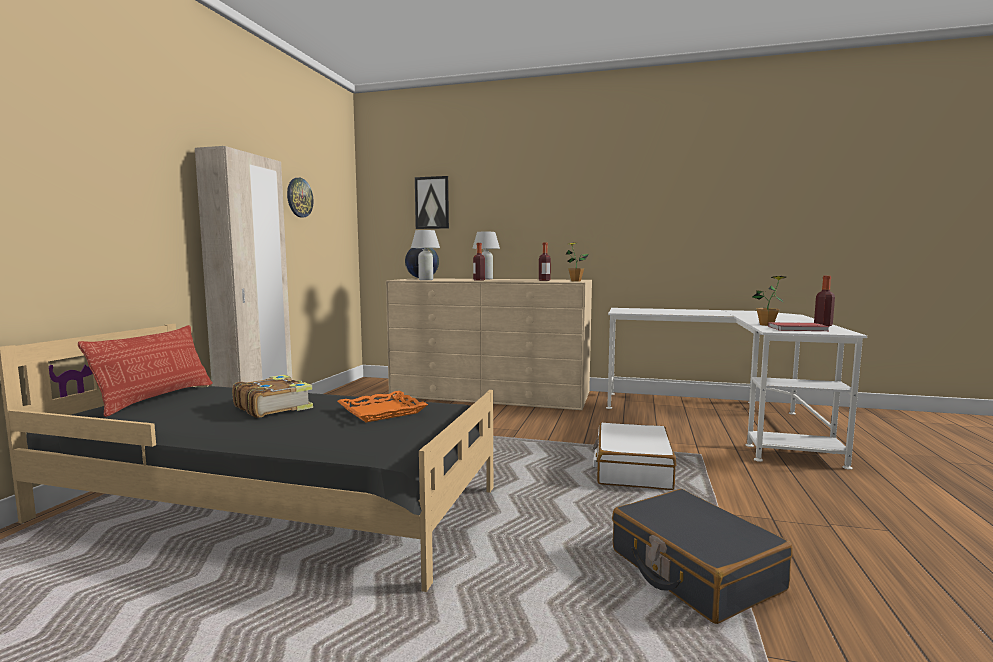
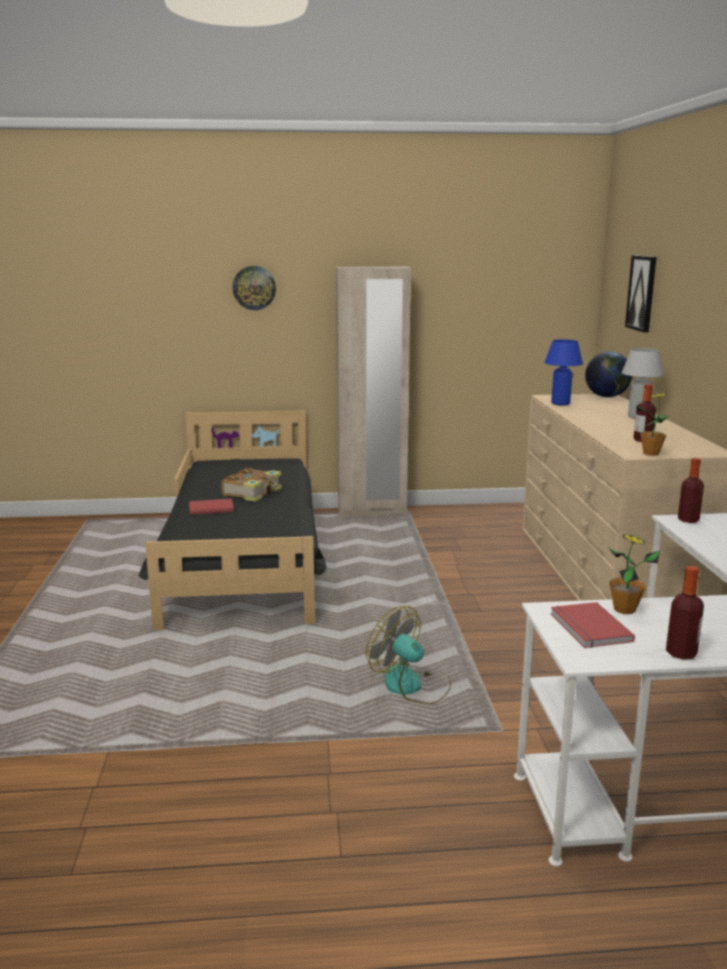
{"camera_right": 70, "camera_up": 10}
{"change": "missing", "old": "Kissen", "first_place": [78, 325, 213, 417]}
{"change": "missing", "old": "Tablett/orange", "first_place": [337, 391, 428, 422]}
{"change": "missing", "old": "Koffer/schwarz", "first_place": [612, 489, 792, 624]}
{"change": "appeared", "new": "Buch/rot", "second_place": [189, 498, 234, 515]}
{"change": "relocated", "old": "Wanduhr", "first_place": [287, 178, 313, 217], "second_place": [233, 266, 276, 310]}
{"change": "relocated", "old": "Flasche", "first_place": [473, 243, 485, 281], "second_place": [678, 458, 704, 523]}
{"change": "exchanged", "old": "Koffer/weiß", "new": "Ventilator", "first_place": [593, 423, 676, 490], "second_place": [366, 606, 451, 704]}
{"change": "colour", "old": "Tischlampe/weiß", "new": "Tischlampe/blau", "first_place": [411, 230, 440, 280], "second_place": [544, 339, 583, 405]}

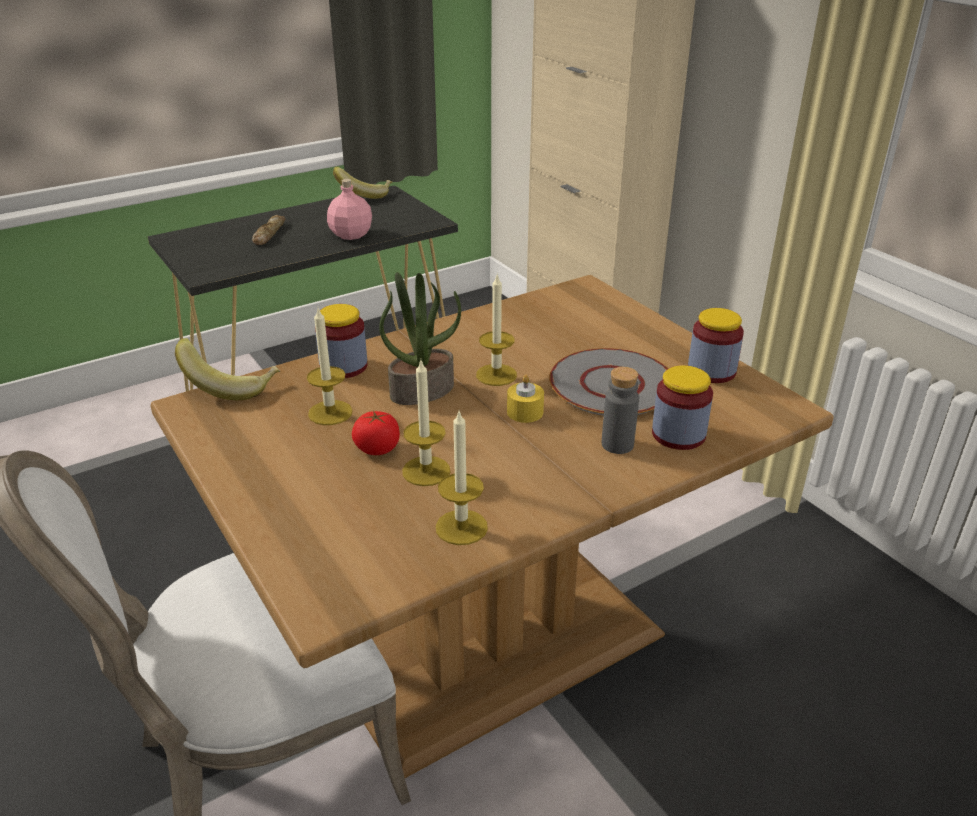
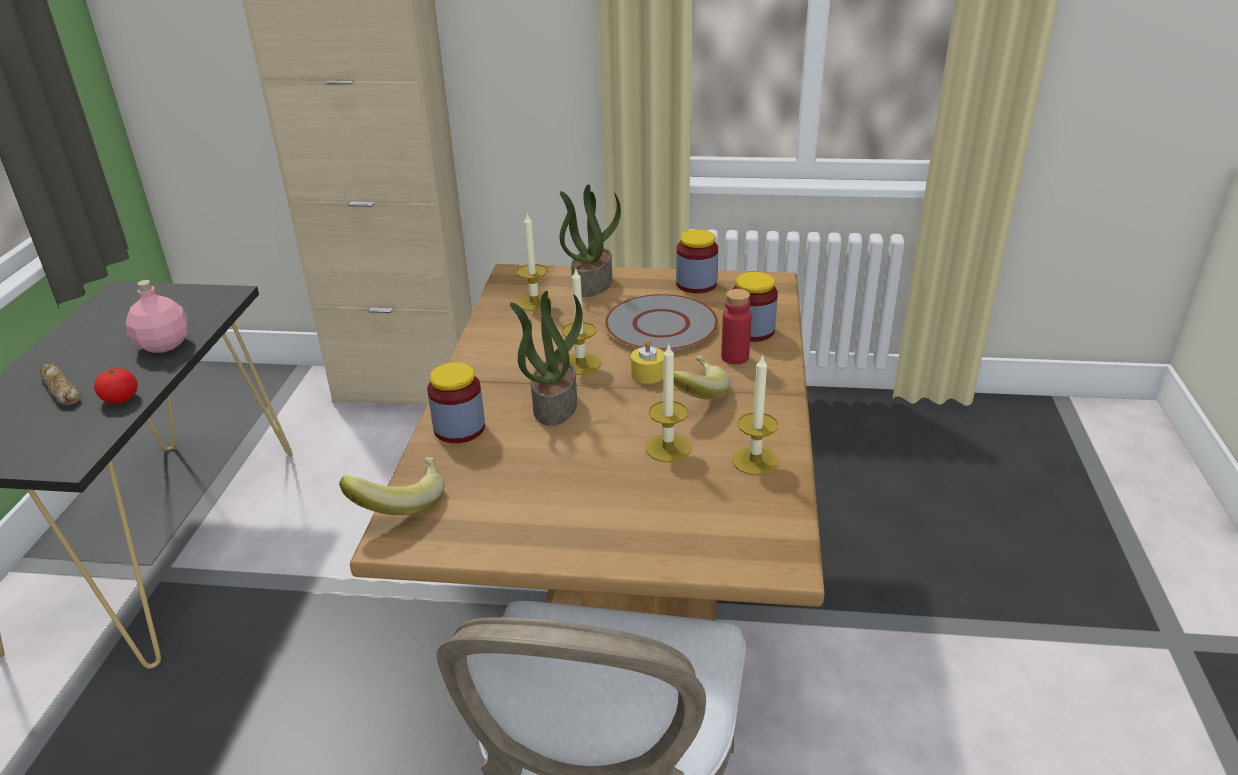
{"camera_right": -50, "camera_up": 0}
{"change": "appeared", "new": "Topfpflanze", "second_place": [560, 184, 621, 297]}
{"change": "relocated", "old": "Kerze", "first_place": [307, 308, 352, 425], "second_place": [517, 214, 552, 311]}
{"change": "relocated", "old": "Banane", "first_place": [333, 167, 392, 199], "second_place": [674, 356, 731, 400]}
{"change": "relocated", "old": "Tomate", "first_place": [352, 411, 400, 455], "second_place": [94, 367, 138, 404]}
{"change": "colour", "old": "Flasche/grau", "new": "Flasche/rot", "first_place": [602, 367, 639, 454], "second_place": [721, 289, 752, 364]}

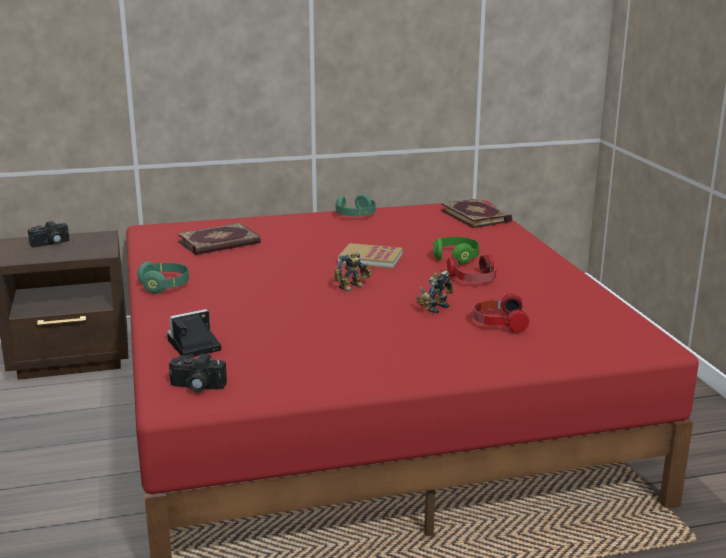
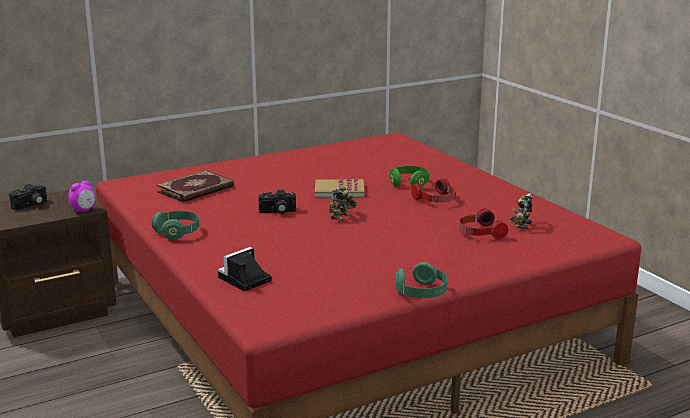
{"camera_right": -15, "camera_up": 0}
{"change": "missing", "old": "Buch", "first_place": [441, 199, 512, 228]}
{"change": "appeared", "new": "Wecker", "second_place": [68, 181, 96, 213]}
{"change": "relocated", "old": "Kamera", "first_place": [169, 354, 227, 393], "second_place": [258, 190, 296, 214]}
{"change": "relocated", "old": "Kopfhörer/grün", "first_place": [335, 194, 376, 216], "second_place": [395, 262, 447, 298]}
{"change": "relocated", "old": "Spielzeugroboter", "first_place": [417, 271, 453, 313], "second_place": [510, 193, 533, 229]}

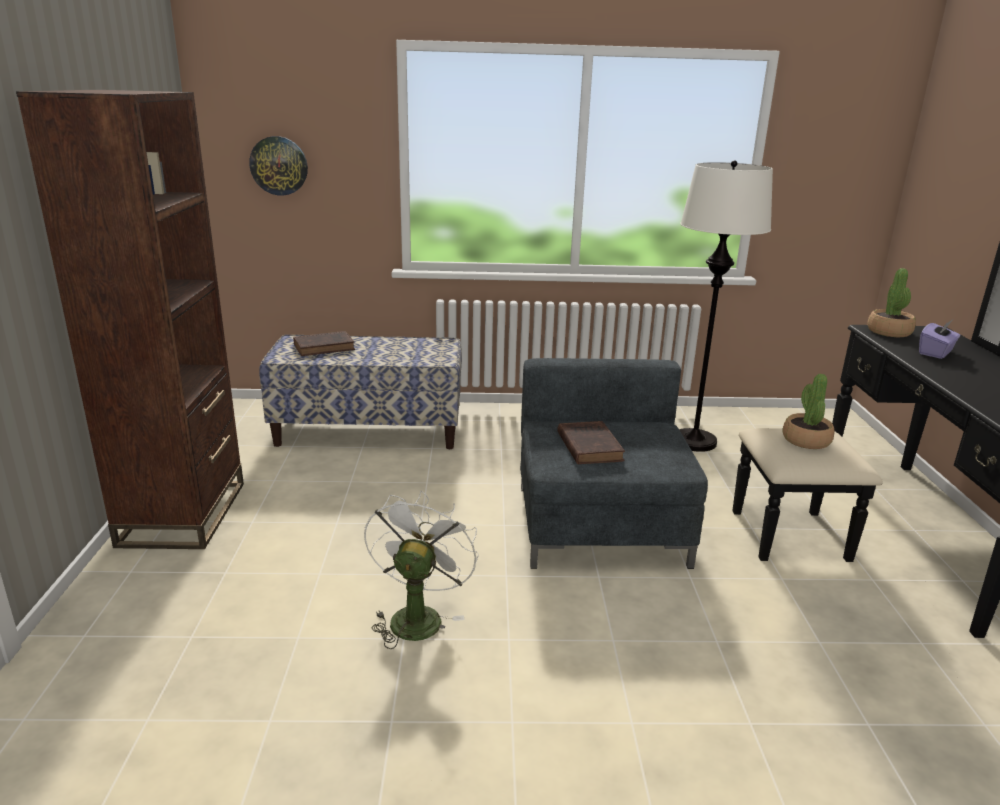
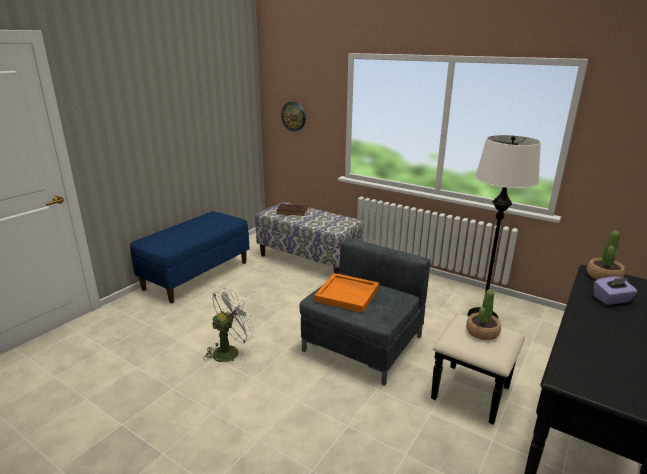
{"camera_right": 35, "camera_up": 0}
{"change": "exchanged", "old": "Bücherregal/braun", "new": "Bank/blau", "first_place": [16, 90, 244, 549], "second_place": [130, 211, 250, 303]}
{"change": "exchanged", "old": "Buch/braun", "new": "Tablett/orange", "first_place": [558, 421, 625, 464], "second_place": [314, 273, 379, 313]}

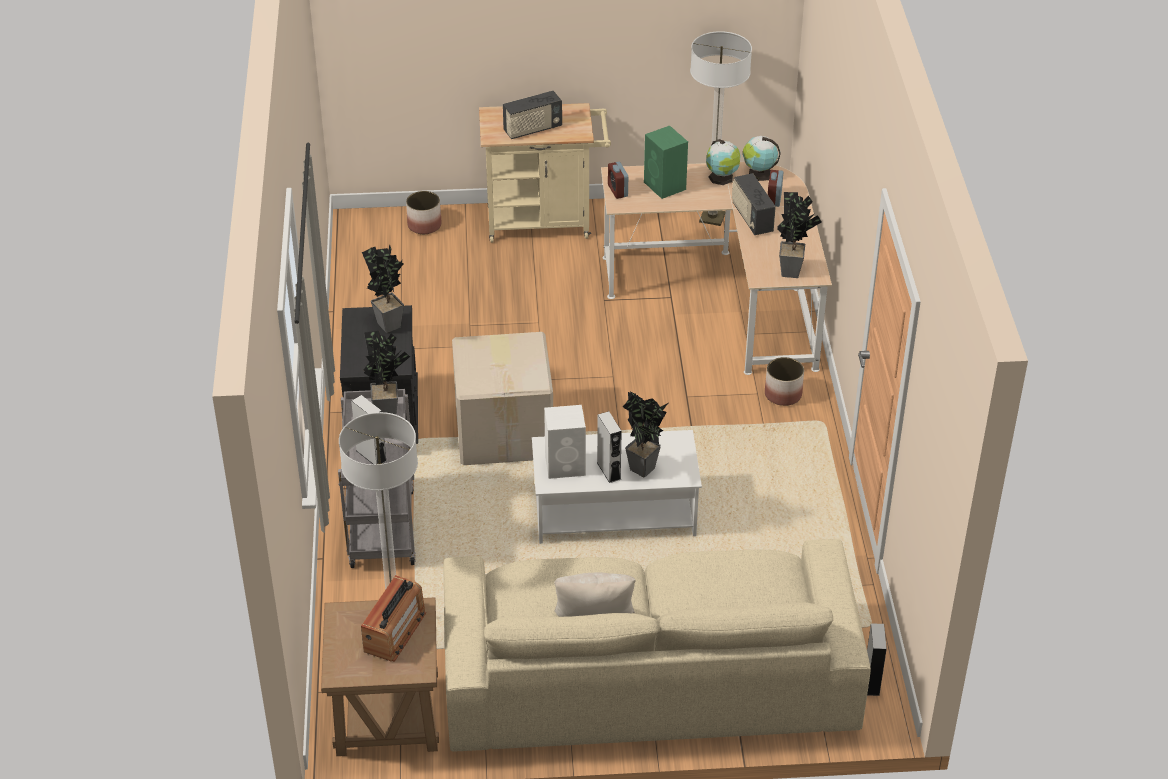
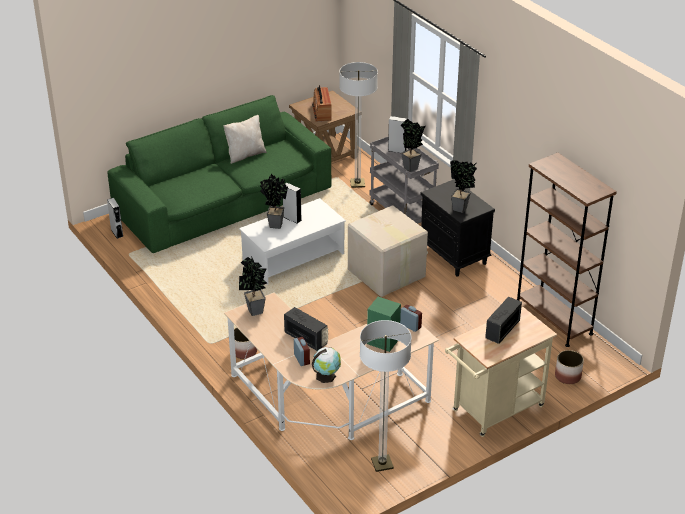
{"camera_right": 150, "camera_up": -5}
{"change": "missing", "old": "Lautsprecher/weiß", "first_place": [544, 405, 586, 479]}
{"change": "missing", "old": "Globus", "first_place": [706, 139, 741, 185]}
{"change": "appeared", "new": "Bücherregal/braun", "second_place": [517, 153, 617, 347]}
{"change": "colour", "old": "Sofa/beige", "new": "Sofa/grün", "first_place": [443, 539, 871, 751], "second_place": [107, 95, 331, 253]}

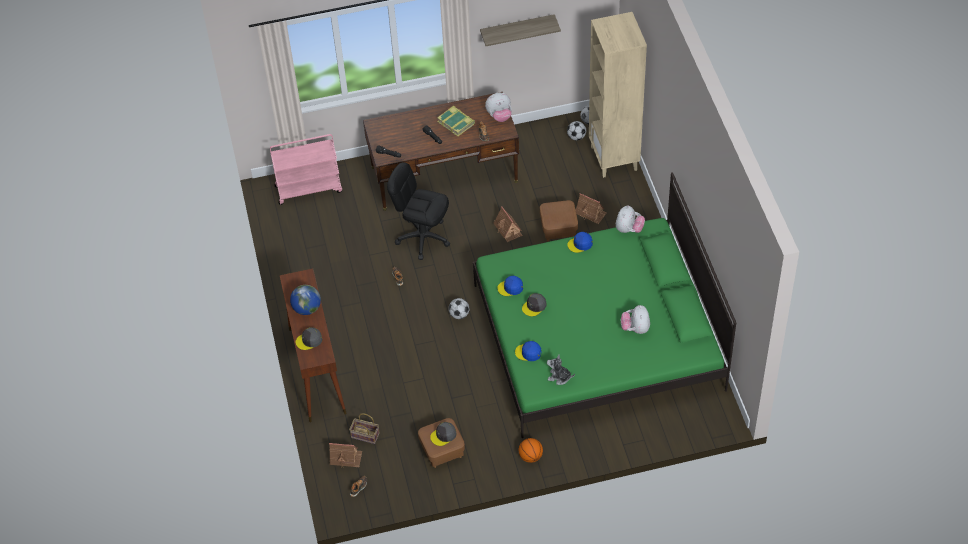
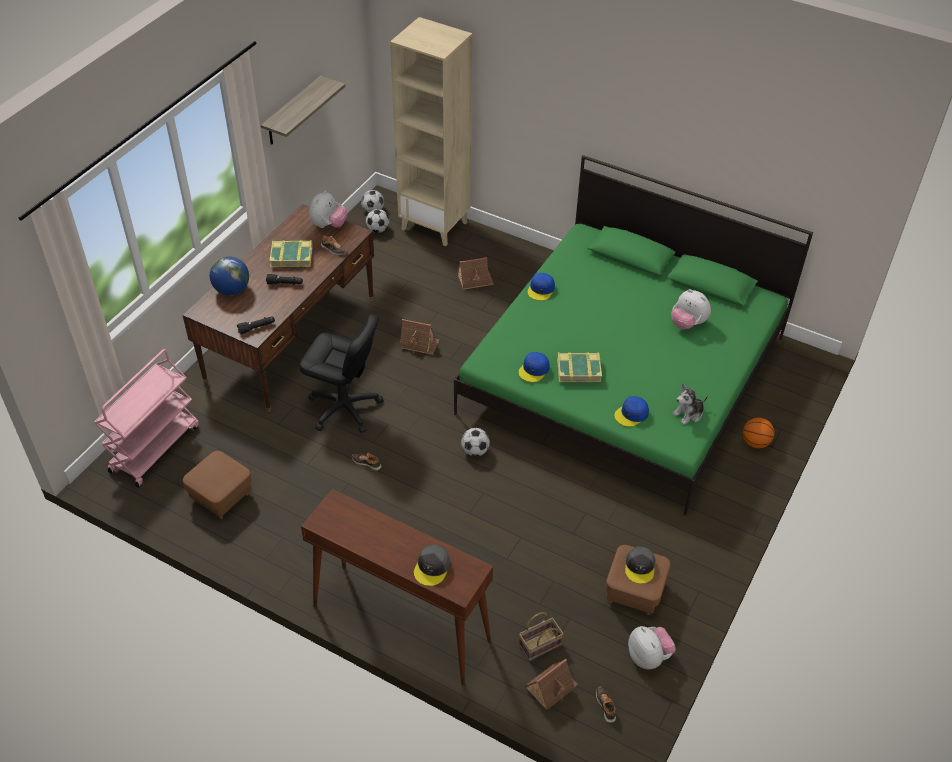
{"camera_right": -50, "camera_up": -5}
{"change": "relocated", "old": "Globus", "first_place": [290, 285, 321, 315], "second_place": [210, 256, 249, 295]}
{"change": "relocated", "old": "Basketball", "first_place": [519, 438, 543, 463], "second_place": [743, 417, 775, 448]}
{"change": "relocated", "old": "Polsterhocker/braun", "first_place": [540, 200, 578, 241], "second_place": [183, 451, 252, 519]}
{"change": "relocated", "old": "Plüschtier", "first_place": [616, 205, 645, 233], "second_place": [628, 626, 676, 670]}
{"change": "exchanged", "old": "Kappe/grau", "new": "Buch", "first_place": [522, 293, 546, 316], "second_place": [557, 352, 602, 382]}
{"change": "spun", "old": "Bürostuhl/schwarz", "first_place": [387, 162, 450, 260], "second_place": [299, 314, 384, 433], "degrees": -135}

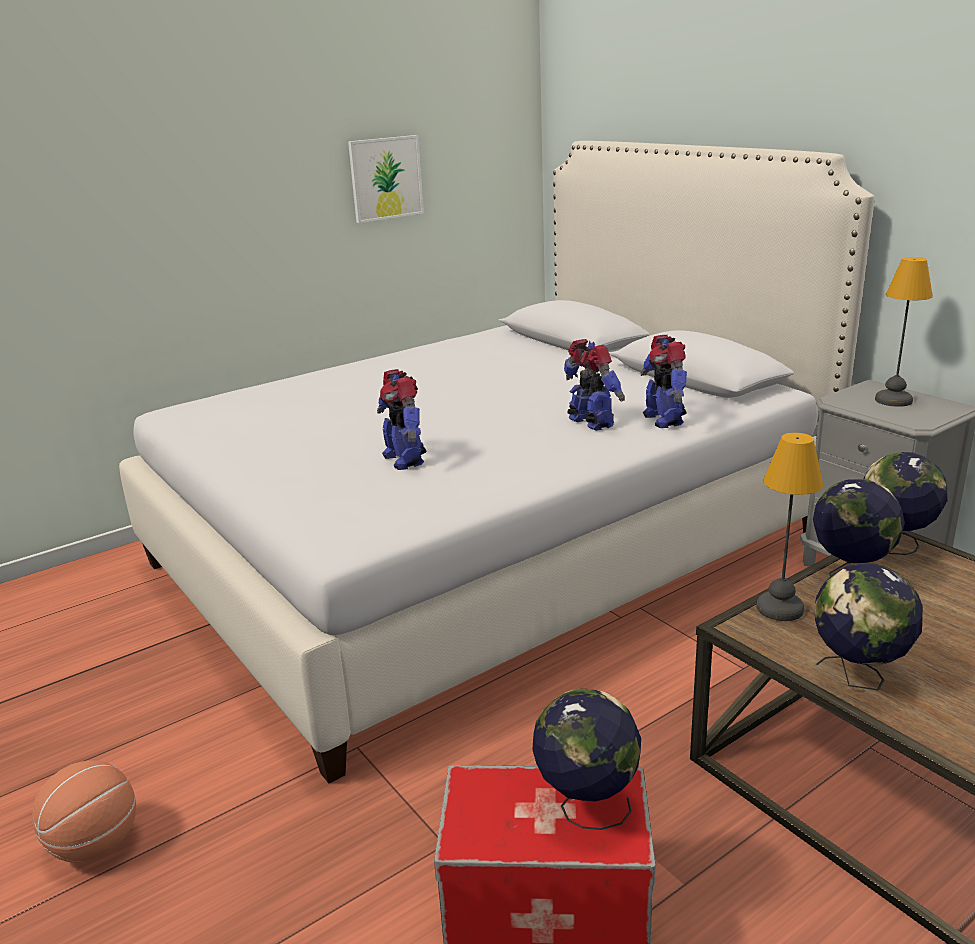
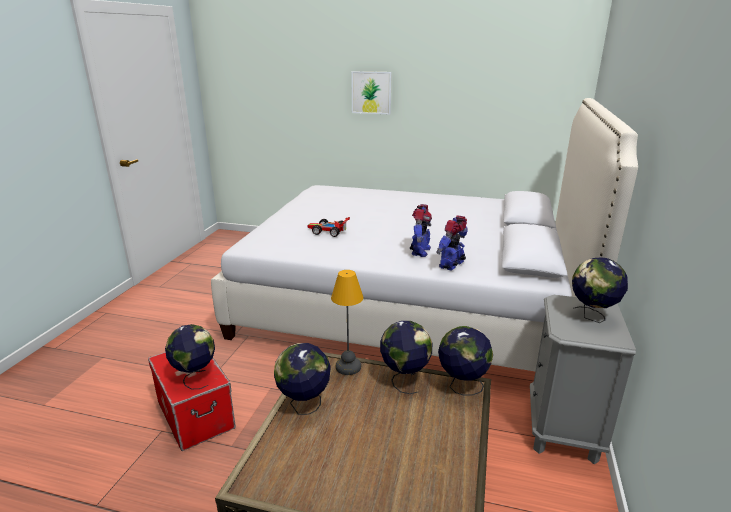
{"camera_right": 50, "camera_up": 0}
{"change": "missing", "old": "Basketball", "first_place": [32, 760, 136, 863]}
{"change": "relocated", "old": "Bild", "first_place": [348, 135, 424, 223], "second_place": [351, 71, 392, 114]}
{"change": "exchanged", "old": "Spielzeugroboter", "new": "Spielzeugauto", "first_place": [377, 369, 427, 470], "second_place": [307, 217, 350, 237]}
{"change": "exchanged", "old": "Tischlampe", "new": "Globus", "first_place": [875, 257, 933, 407], "second_place": [572, 257, 628, 323]}

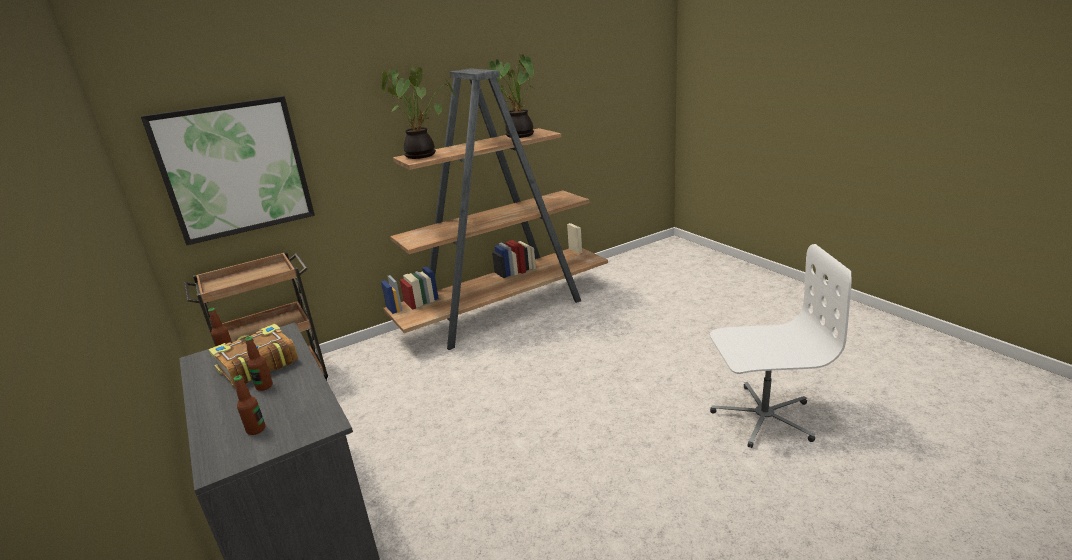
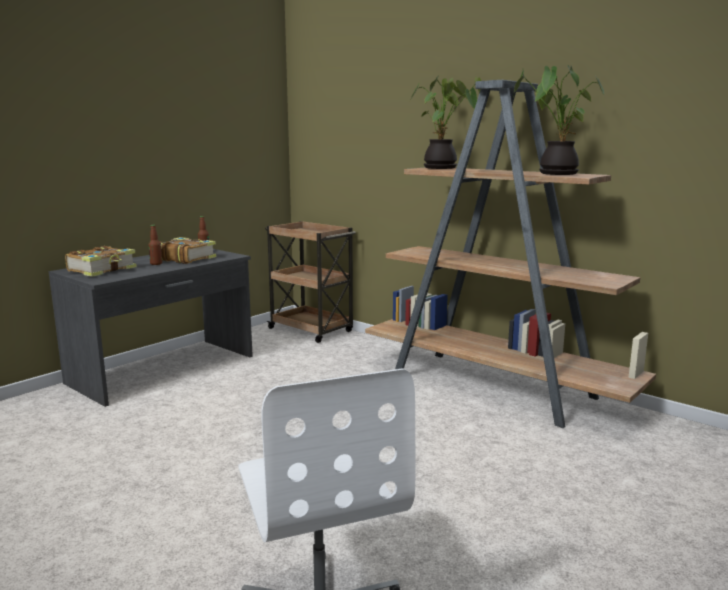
{"camera_right": 70, "camera_up": -10}
{"change": "missing", "old": "Bild", "first_place": [141, 96, 315, 245]}
{"change": "exchanged", "old": "Flasche", "new": "Buch", "first_place": [233, 375, 265, 435], "second_place": [65, 246, 137, 277]}

